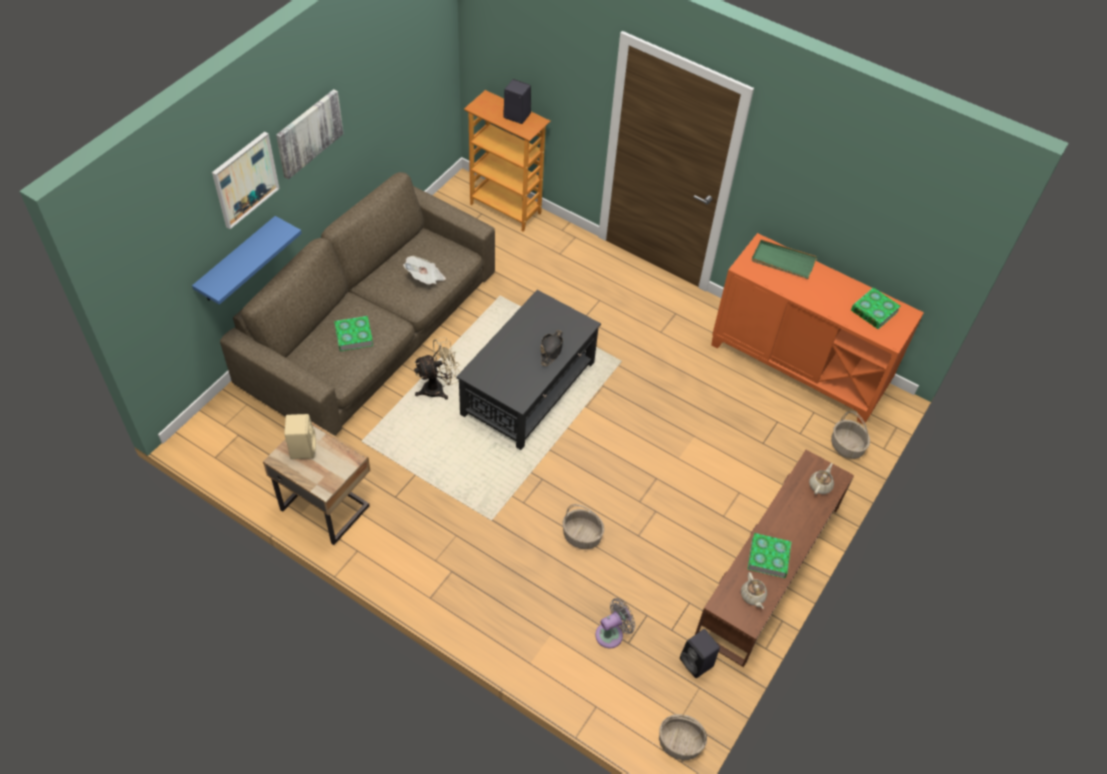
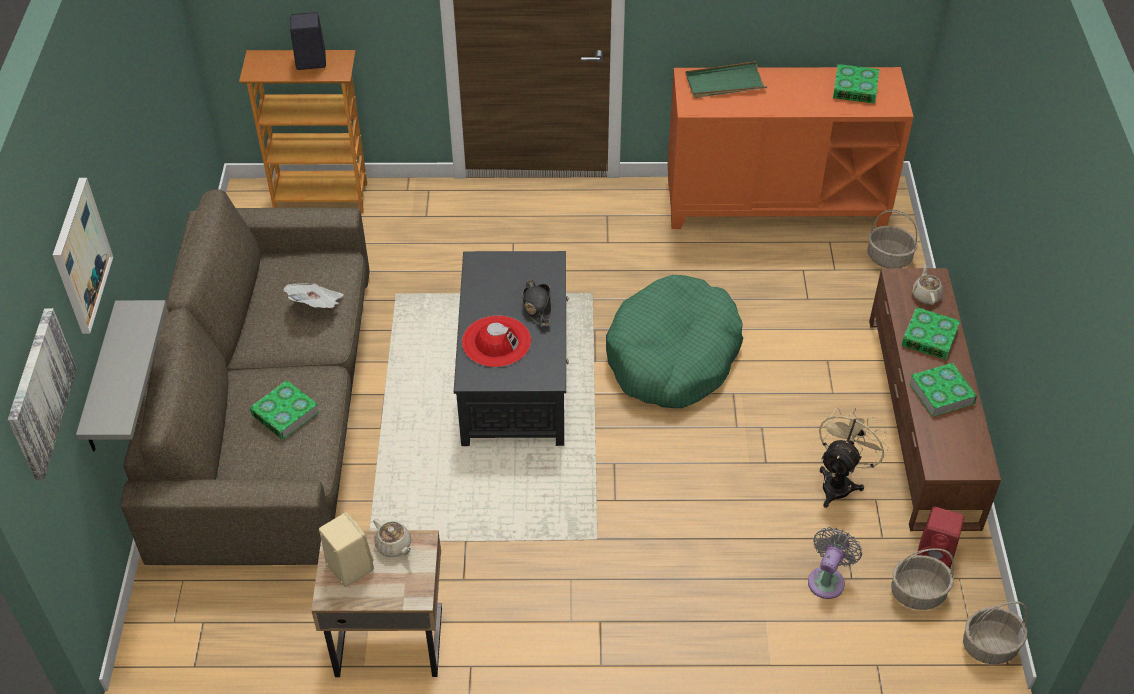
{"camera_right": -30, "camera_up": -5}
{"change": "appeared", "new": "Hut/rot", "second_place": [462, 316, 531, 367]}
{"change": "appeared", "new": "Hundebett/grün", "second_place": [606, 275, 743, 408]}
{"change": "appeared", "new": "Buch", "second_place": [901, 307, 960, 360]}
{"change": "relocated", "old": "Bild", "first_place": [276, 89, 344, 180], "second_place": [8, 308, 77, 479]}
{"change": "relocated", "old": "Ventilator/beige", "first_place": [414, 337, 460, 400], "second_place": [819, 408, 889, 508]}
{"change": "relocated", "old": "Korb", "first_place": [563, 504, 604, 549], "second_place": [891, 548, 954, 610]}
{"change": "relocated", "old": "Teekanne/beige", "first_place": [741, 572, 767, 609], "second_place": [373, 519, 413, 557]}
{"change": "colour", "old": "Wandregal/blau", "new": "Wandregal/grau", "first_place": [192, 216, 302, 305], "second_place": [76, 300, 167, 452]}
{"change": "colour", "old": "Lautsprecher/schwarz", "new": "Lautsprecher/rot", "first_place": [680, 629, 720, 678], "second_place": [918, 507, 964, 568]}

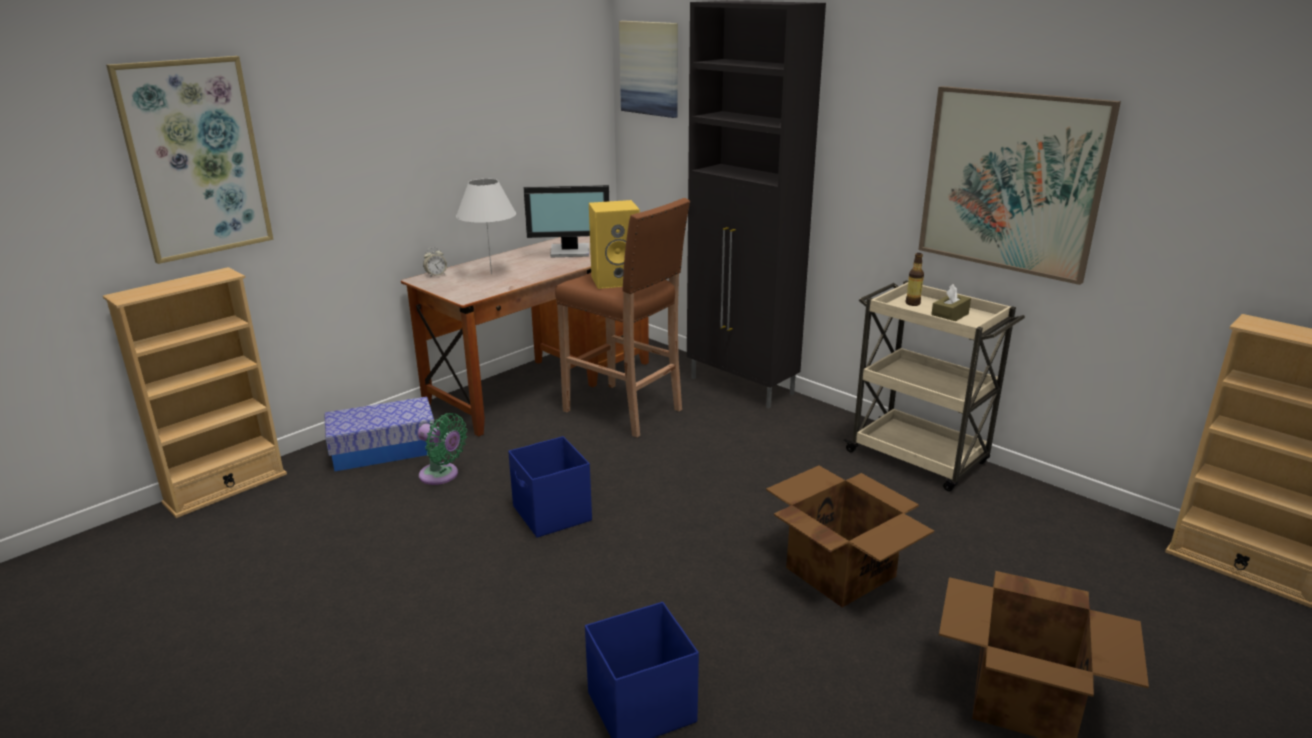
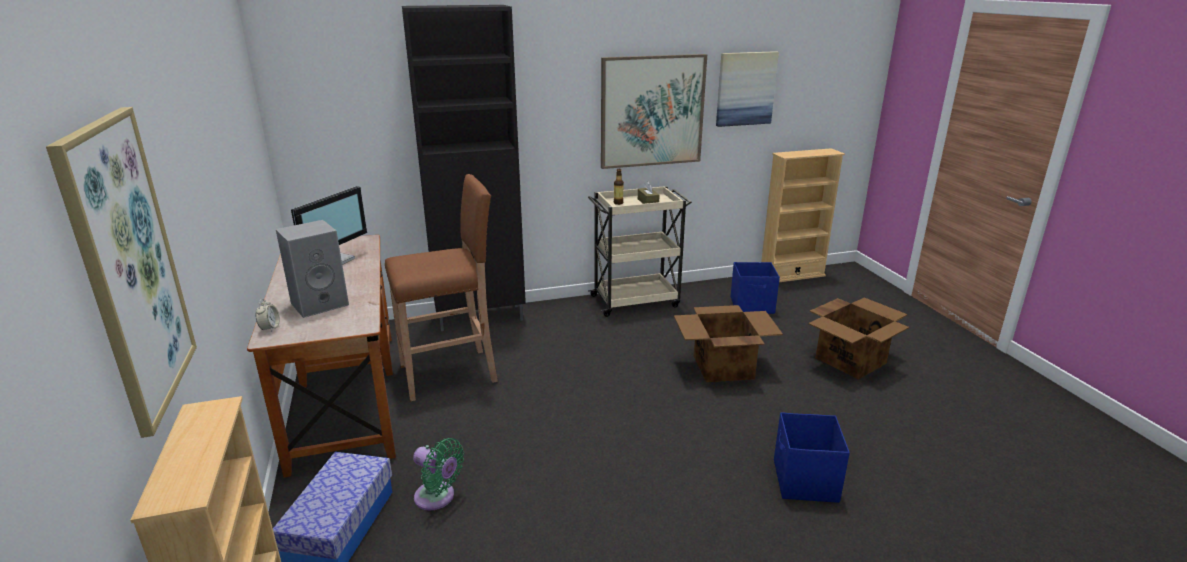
{"camera_right": -60, "camera_up": 0}
{"change": "missing", "old": "Lautsprecher/gelb", "first_place": [589, 200, 640, 289]}
{"change": "relocated", "old": "Aufbewahrungsbox/blau", "first_place": [508, 436, 592, 538], "second_place": [731, 262, 780, 314]}
{"change": "relocated", "old": "Bild", "first_place": [619, 21, 678, 118], "second_place": [716, 51, 779, 127]}
{"change": "exchanged", "old": "Tischlampe/weiß", "new": "Lautsprecher/grau", "first_place": [456, 179, 516, 274], "second_place": [276, 220, 349, 318]}
{"change": "spun", "old": "Ventilator/grün", "first_place": [418, 413, 467, 485], "second_place": [413, 438, 464, 510], "degrees": 60}

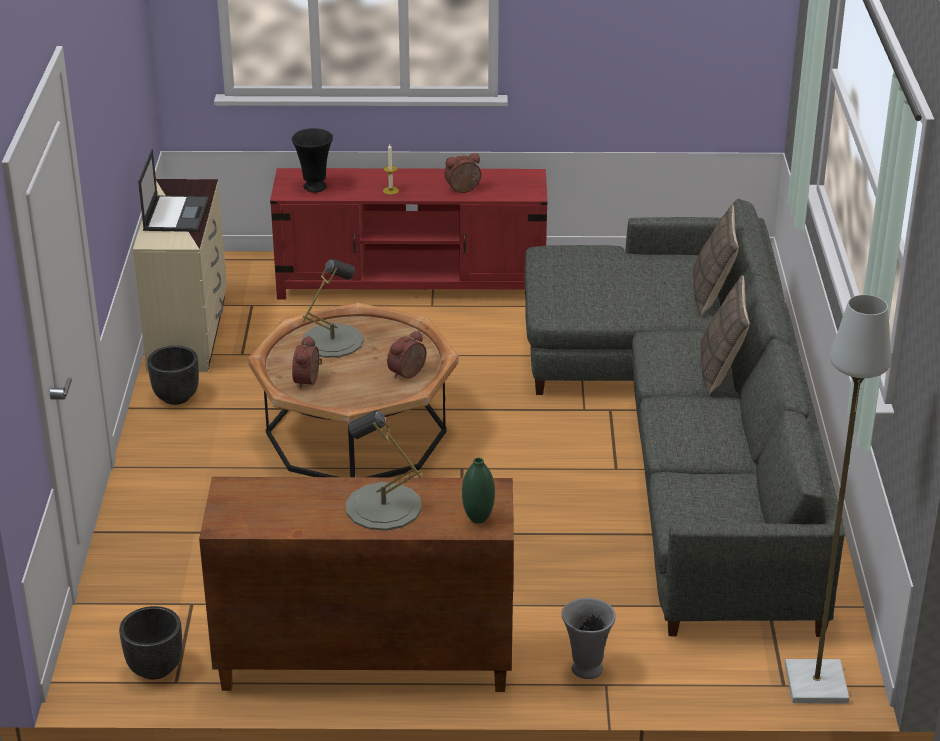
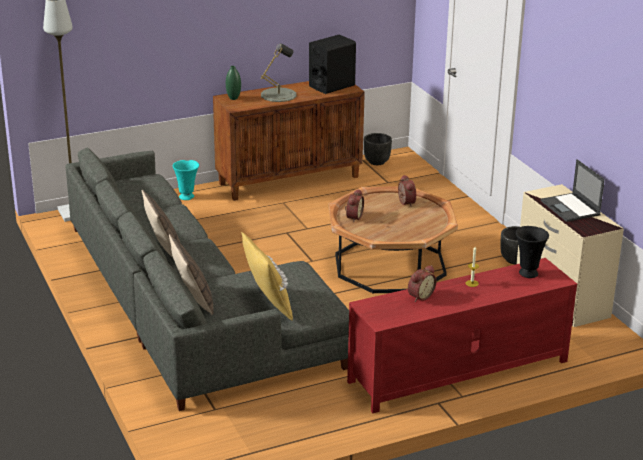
{"camera_right": 155, "camera_up": -5}
{"change": "missing", "old": "Tischlampe/grau", "first_place": [302, 259, 364, 358]}
{"change": "appeared", "new": "Kissen/gelb", "second_place": [241, 232, 293, 321]}
{"change": "appeared", "new": "Lautsprecher/schwarz", "second_place": [309, 35, 356, 94]}
{"change": "colour", "old": "Vase/grau", "new": "Vase/türkis", "first_place": [561, 598, 616, 679], "second_place": [172, 160, 199, 200]}

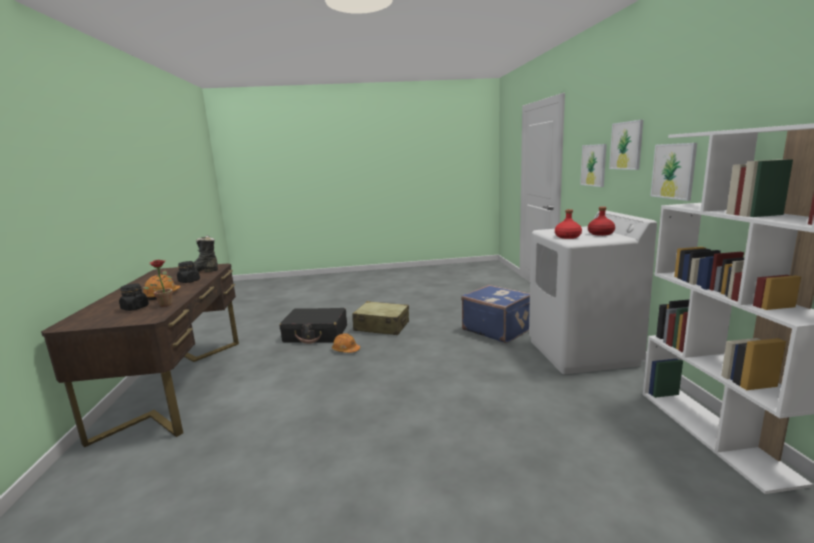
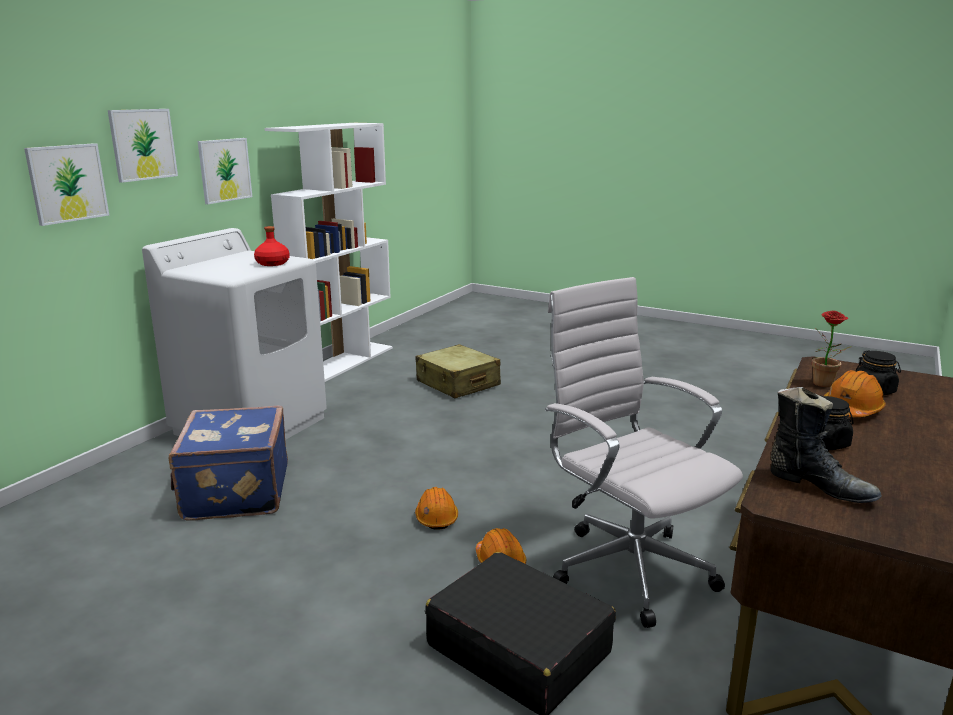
{"camera_right": -145, "camera_up": 5}
{"change": "missing", "old": "Flasche/rot", "first_place": [588, 207, 615, 236]}
{"change": "appeared", "new": "Schutzhelm/orange", "second_place": [415, 487, 458, 530]}
{"change": "appeared", "new": "Bürostuhl/weiß", "second_place": [545, 277, 743, 628]}
{"change": "relocated", "old": "Koffer/beige", "first_place": [352, 301, 409, 335], "second_place": [416, 344, 501, 398]}

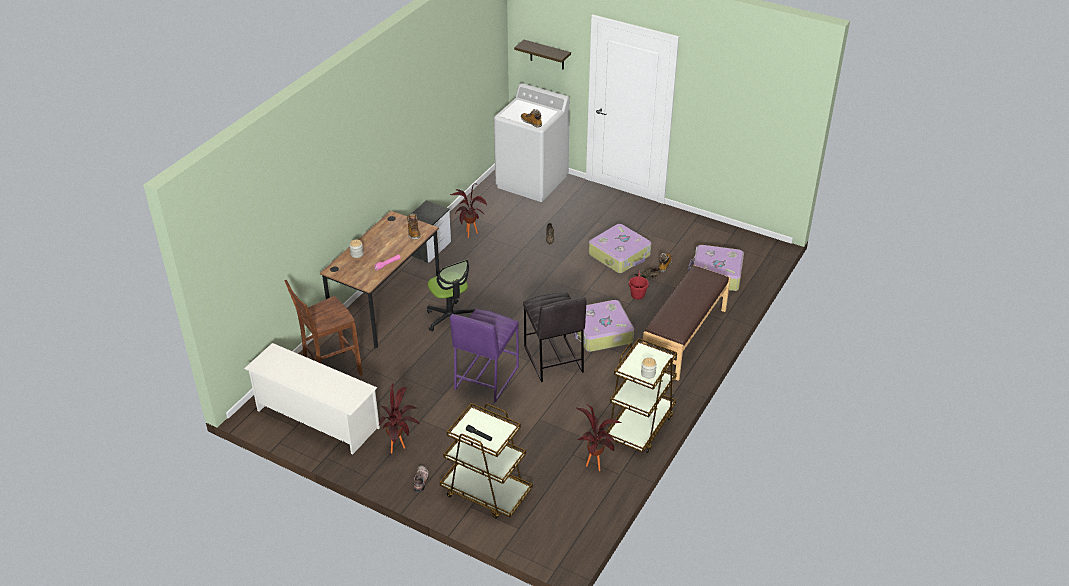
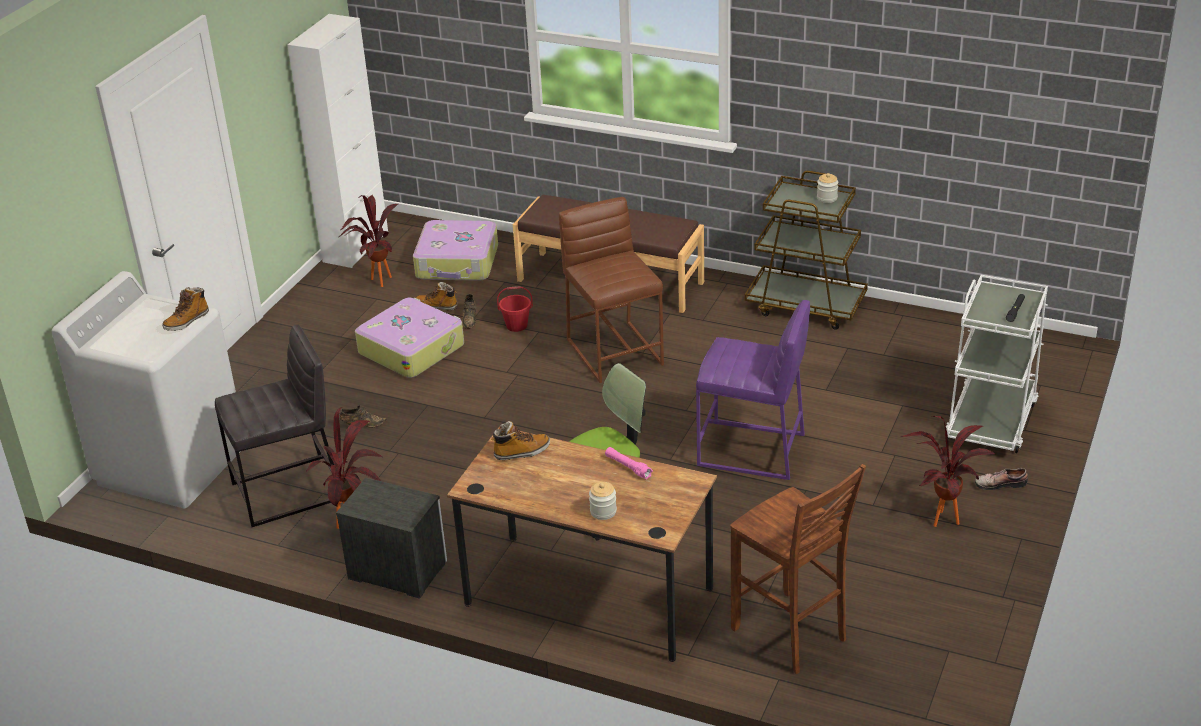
{"camera_right": -95, "camera_up": -5}
{"change": "missing", "old": "Schuhregal/weiß", "first_place": [244, 343, 380, 454]}
{"change": "missing", "old": "Wandregal", "first_place": [514, 40, 571, 70]}
{"change": "appeared", "new": "Schrank/weiß", "second_place": [287, 14, 388, 268]}
{"change": "relocated", "old": "Hocker/grau", "first_place": [523, 292, 586, 382], "second_place": [215, 325, 334, 527]}
{"change": "relocated", "old": "Topfpflanze", "first_place": [576, 404, 621, 471], "second_place": [339, 195, 398, 287]}
{"change": "exchanged", "old": "Koffer", "new": "Hocker/braun", "first_place": [574, 300, 634, 352], "second_place": [559, 197, 664, 383]}
{"change": "colour", "old": "Rollwagen/braun", "new": "Rollwagen/weiß", "first_place": [440, 403, 533, 519], "second_place": [946, 275, 1048, 453]}

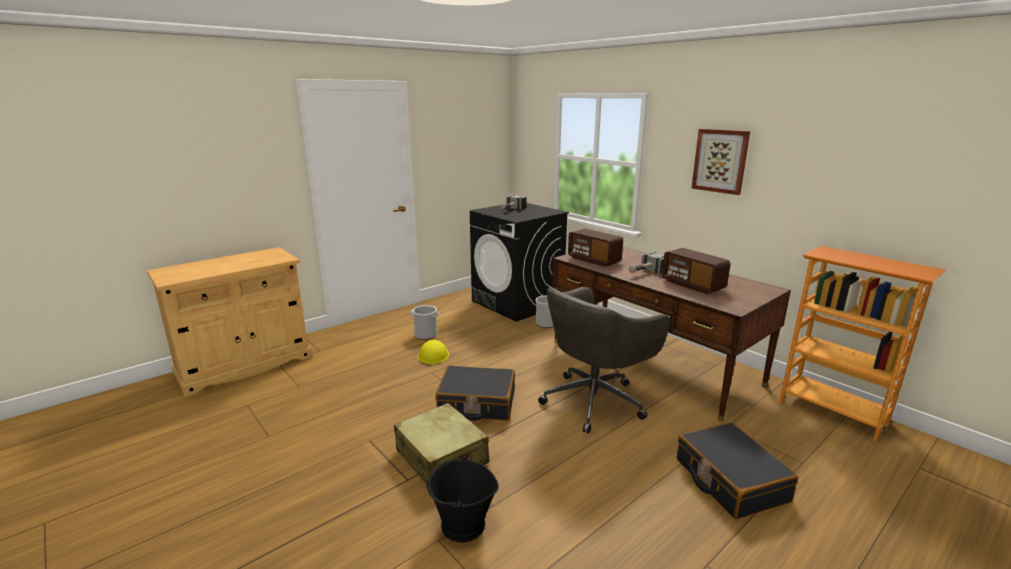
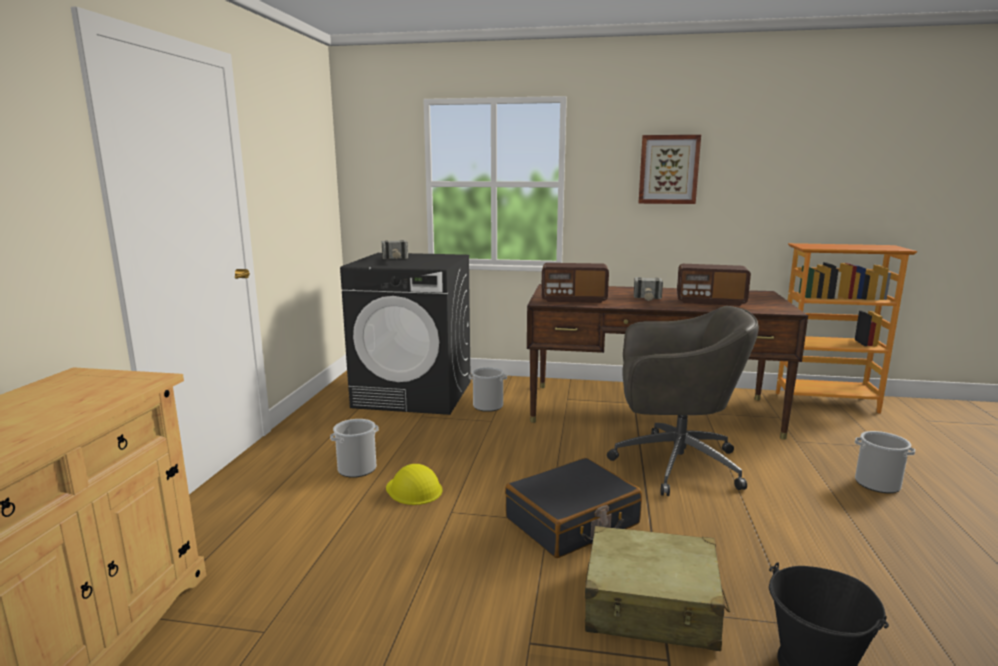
{"camera_right": -40, "camera_up": -5}
{"change": "exchanged", "old": "Koffer/schwarz", "new": "Eimer", "first_place": [677, 422, 798, 519], "second_place": [855, 431, 915, 493]}
{"change": "spun", "old": "Bürostuhl/grau", "first_place": [538, 287, 670, 434], "second_place": [607, 306, 759, 496], "degrees": -90}

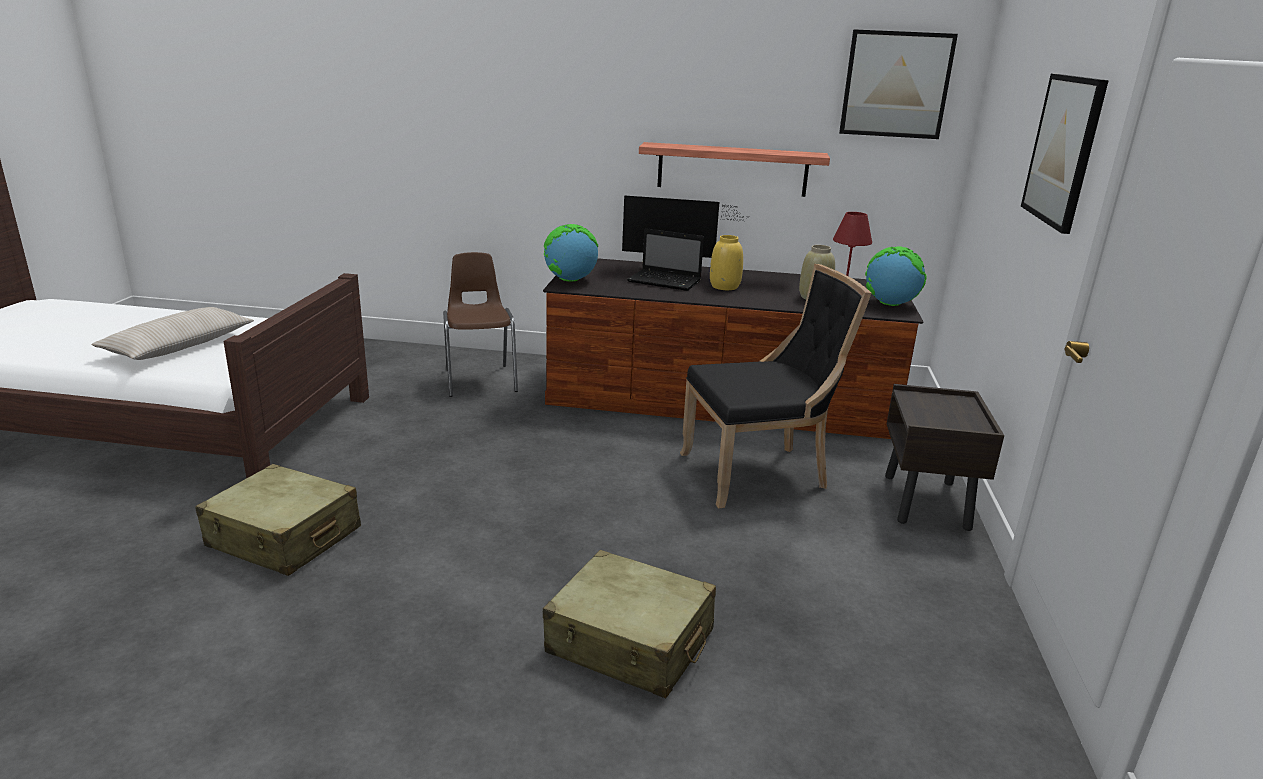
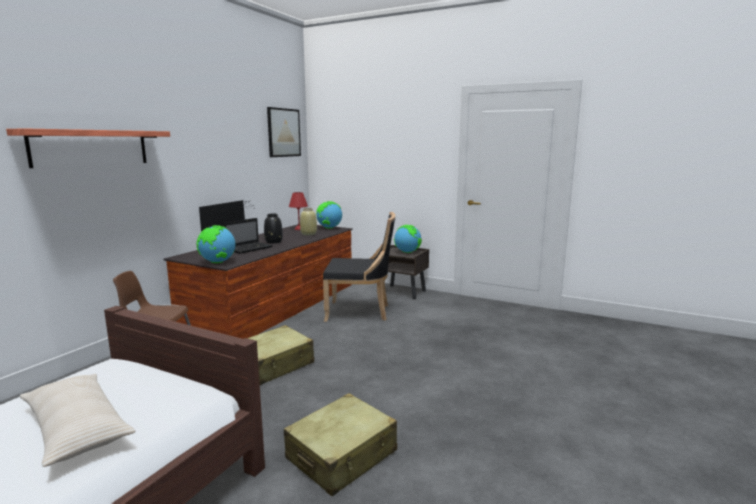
{"camera_right": -70, "camera_up": -10}
{"change": "missing", "old": "Bild", "first_place": [1021, 74, 1109, 234]}
{"change": "appeared", "new": "Globus", "second_place": [394, 225, 422, 253]}
{"change": "relocated", "old": "Koffer/beige", "first_place": [543, 550, 716, 698], "second_place": [248, 325, 314, 385]}
{"change": "relocated", "old": "Wandregal", "first_place": [639, 142, 830, 197], "second_place": [6, 128, 170, 168]}
{"change": "colour", "old": "Vase/gelb", "new": "Vase/schwarz", "first_place": [710, 235, 743, 290], "second_place": [264, 213, 283, 243]}
{"change": "spun", "old": "Stuhl/schwarz", "first_place": [680, 264, 871, 508], "second_place": [323, 212, 395, 322], "degrees": 90}

